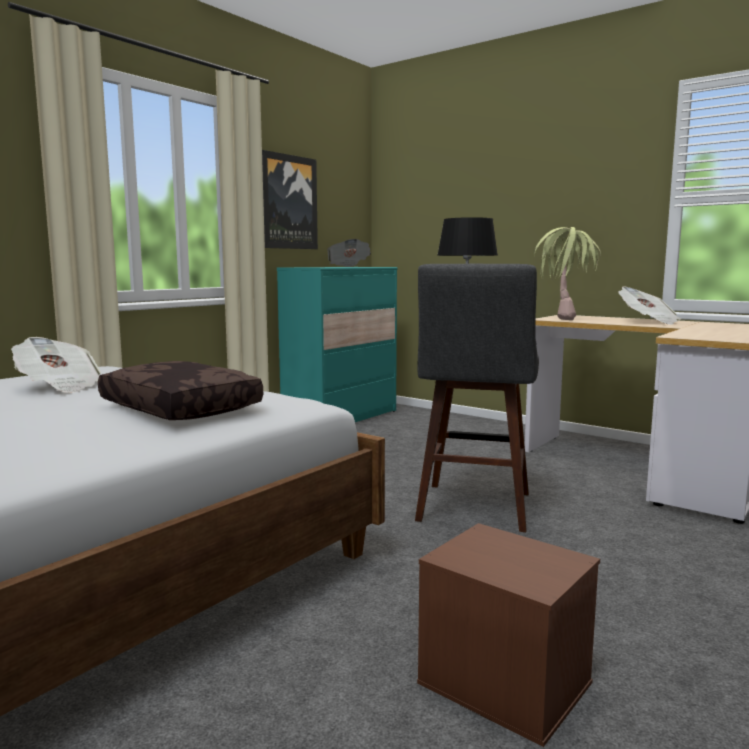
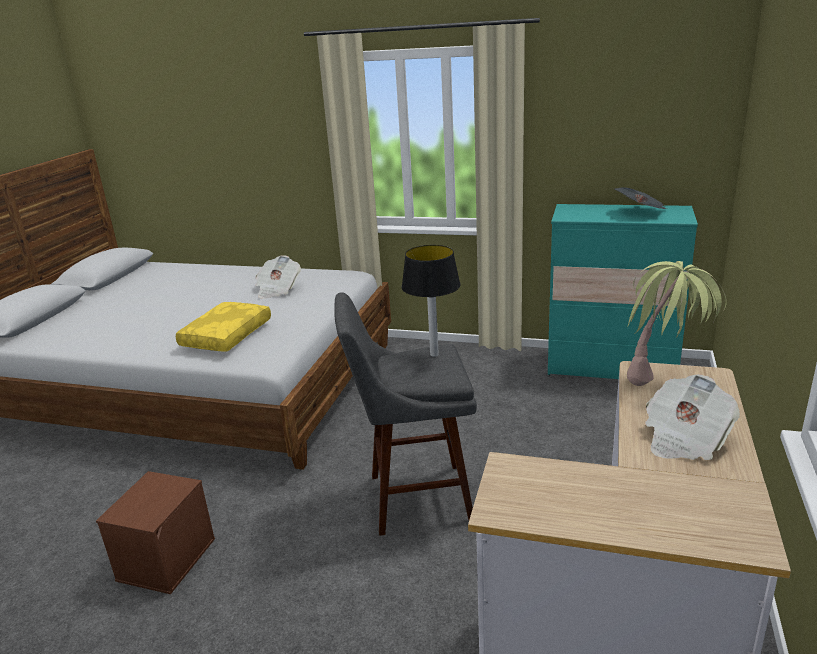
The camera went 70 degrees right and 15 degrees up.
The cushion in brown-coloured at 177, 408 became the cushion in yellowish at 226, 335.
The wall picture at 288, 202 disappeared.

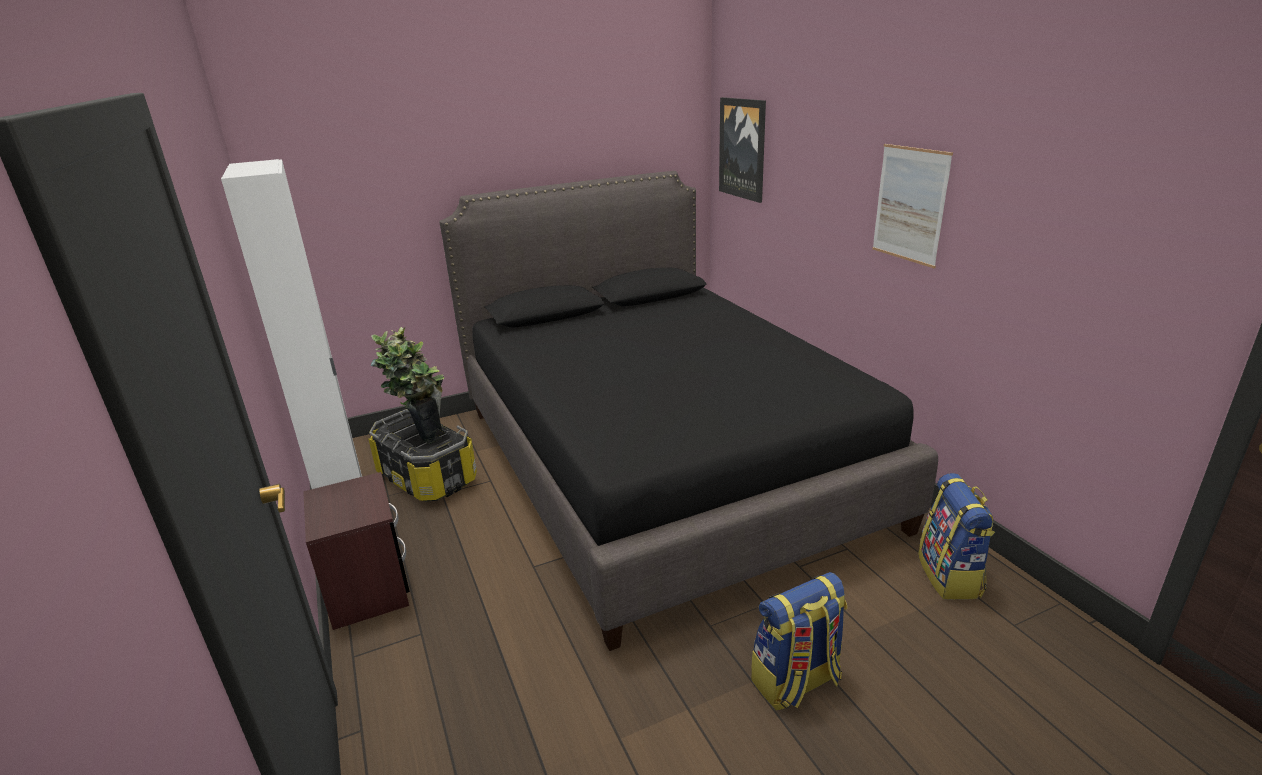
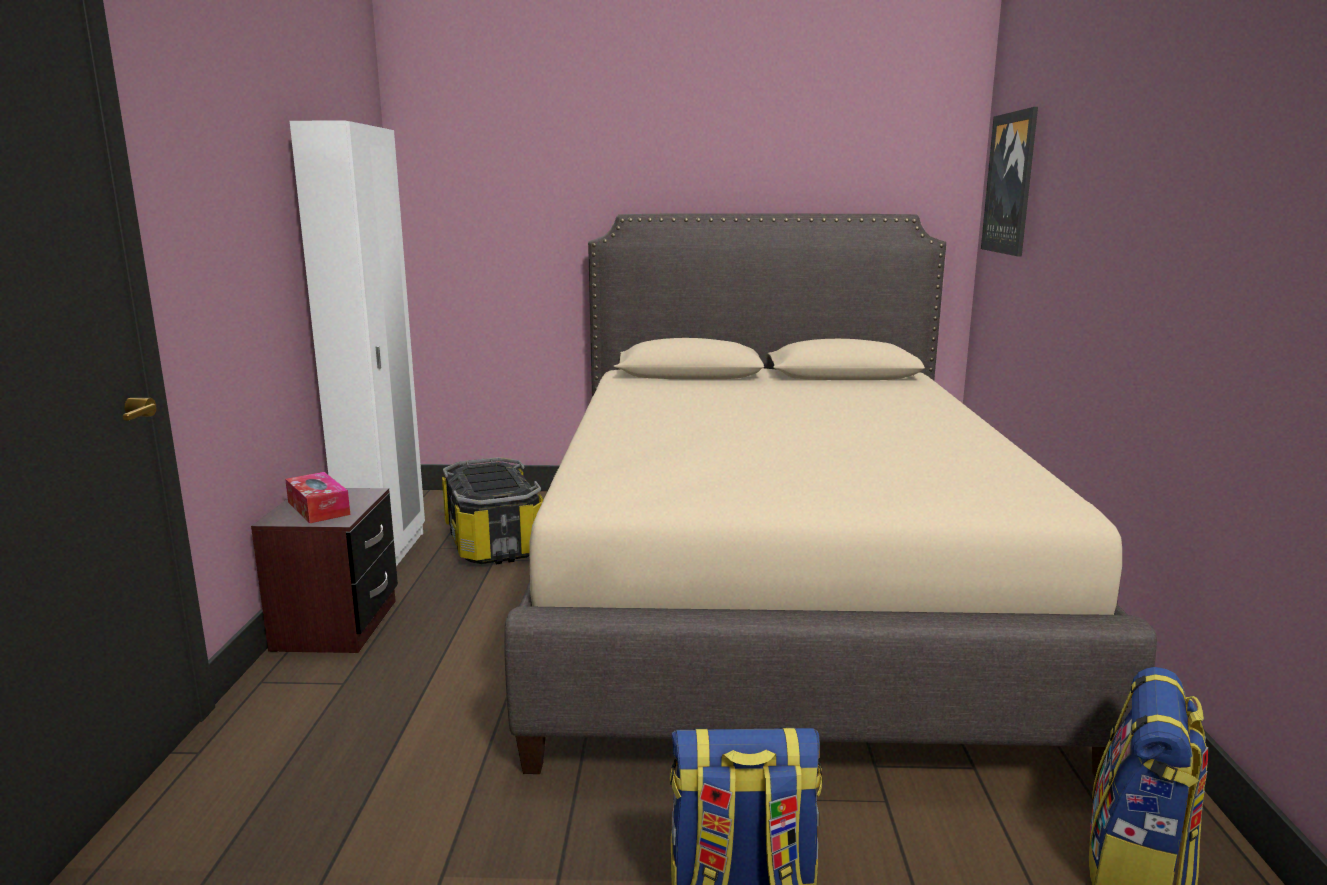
The camera went 25 degrees right and 10 degrees down.
The tissue holder at 318, 508 appeared.
The bed in black at 661, 464 became the bed in sand-coloured at 778, 594.
The potted plant at 421, 435 disappeared.
The wall picture at 910, 204 disappeared.

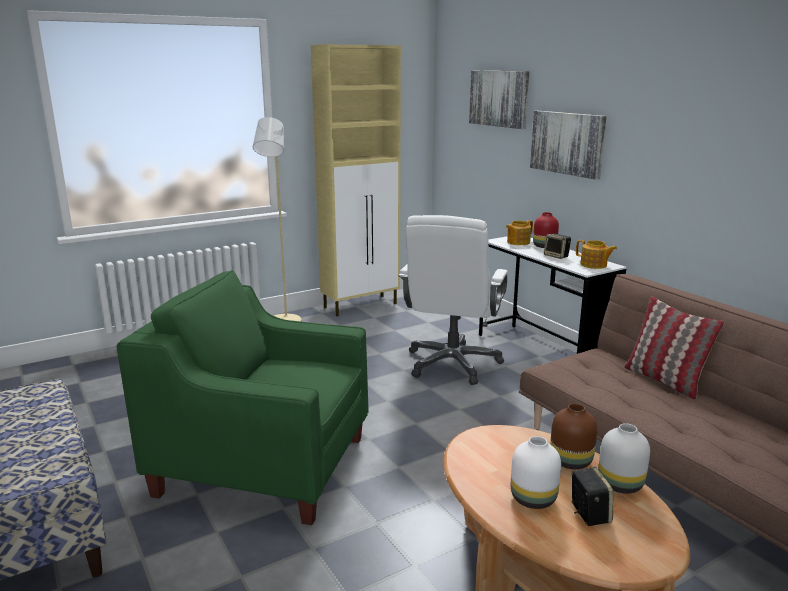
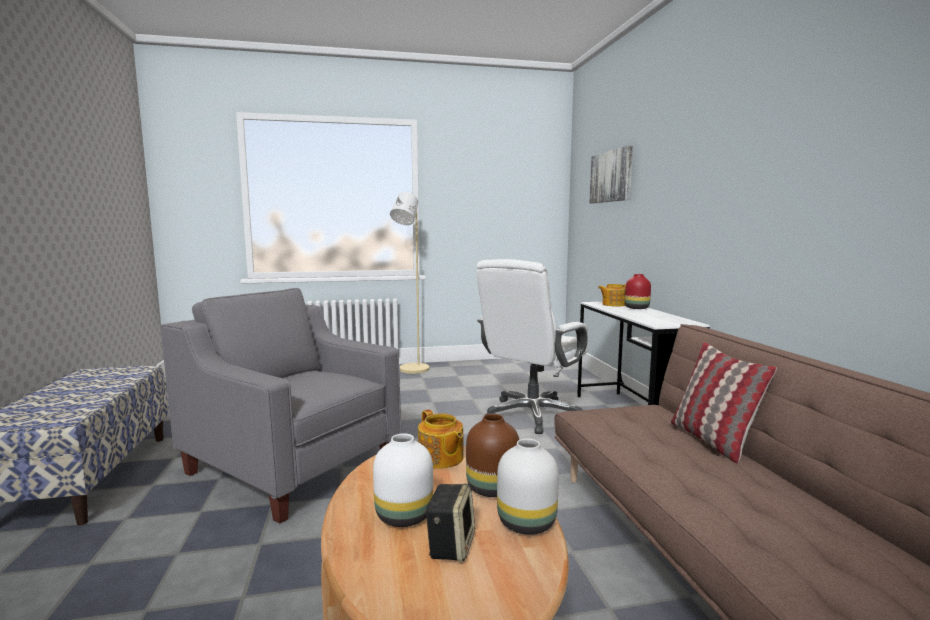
The camera went 20 degrees right and 10 degrees down.
The armchair in green at 263, 465 became the armchair in grey at 292, 466.
The tea pot moved from 594, 265 to 440, 458.
The cupboard in sand-coloured at 361, 305 disappeared.
The wall picture at 567, 143 disappeared.
The loudspeaker at 557, 256 disappeared.

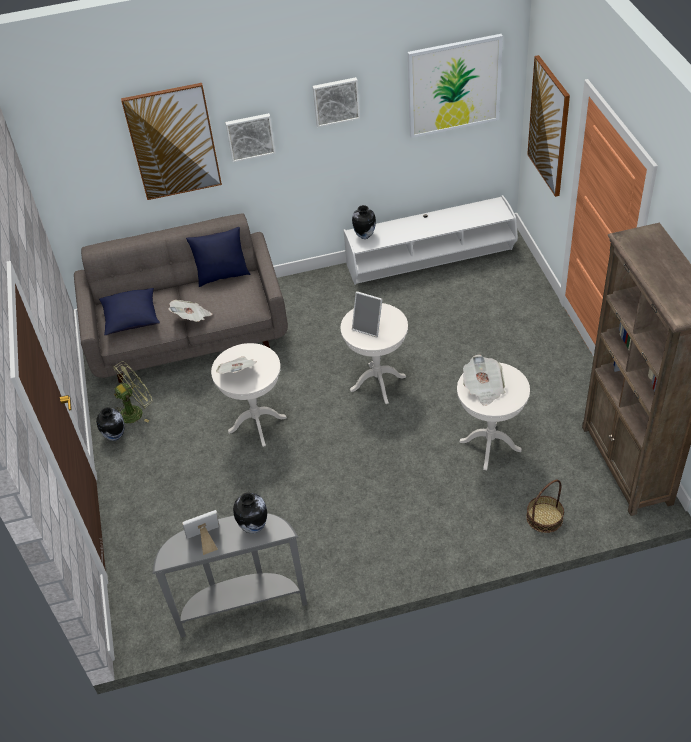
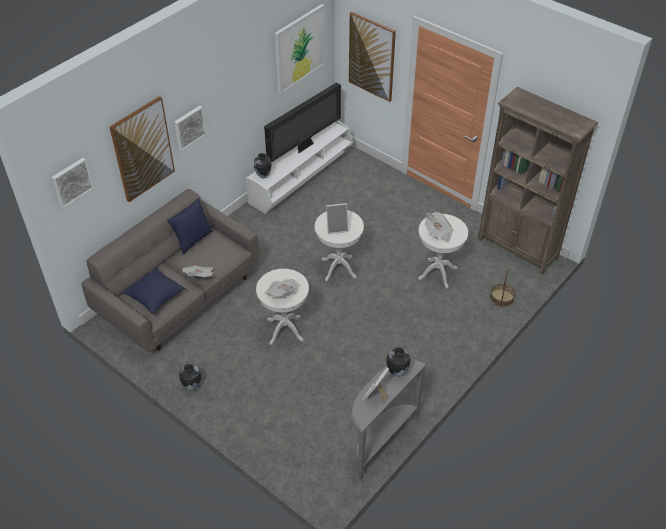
The camera went 40 degrees left and 0 degrees up.
The wall picture moved from 336, 101 to 71, 181.
The television at 305, 146 appeared.
The fan in green at 135, 411 disappeared.

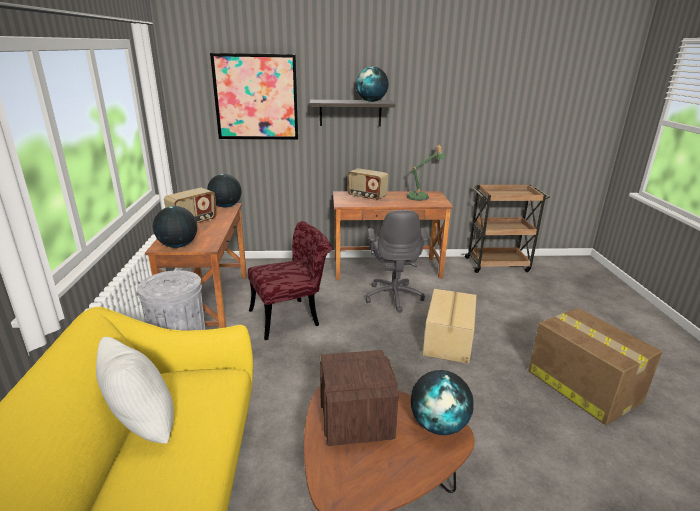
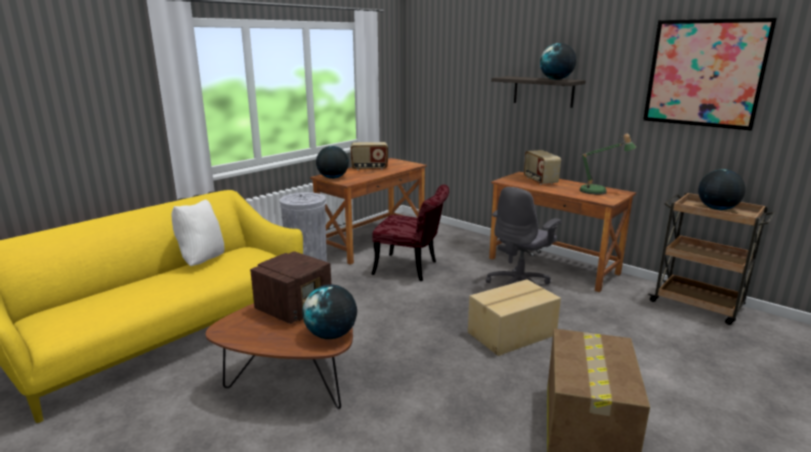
The camera went 45 degrees right and 5 degrees down.
The wall picture moved from 256, 97 to 705, 73.
The globe moved from 226, 206 to 717, 209.

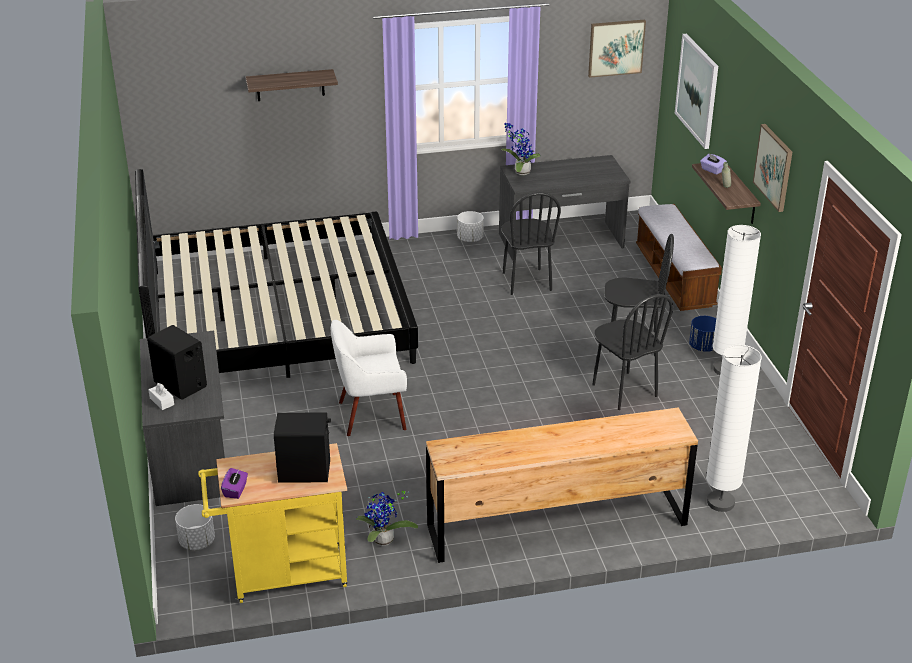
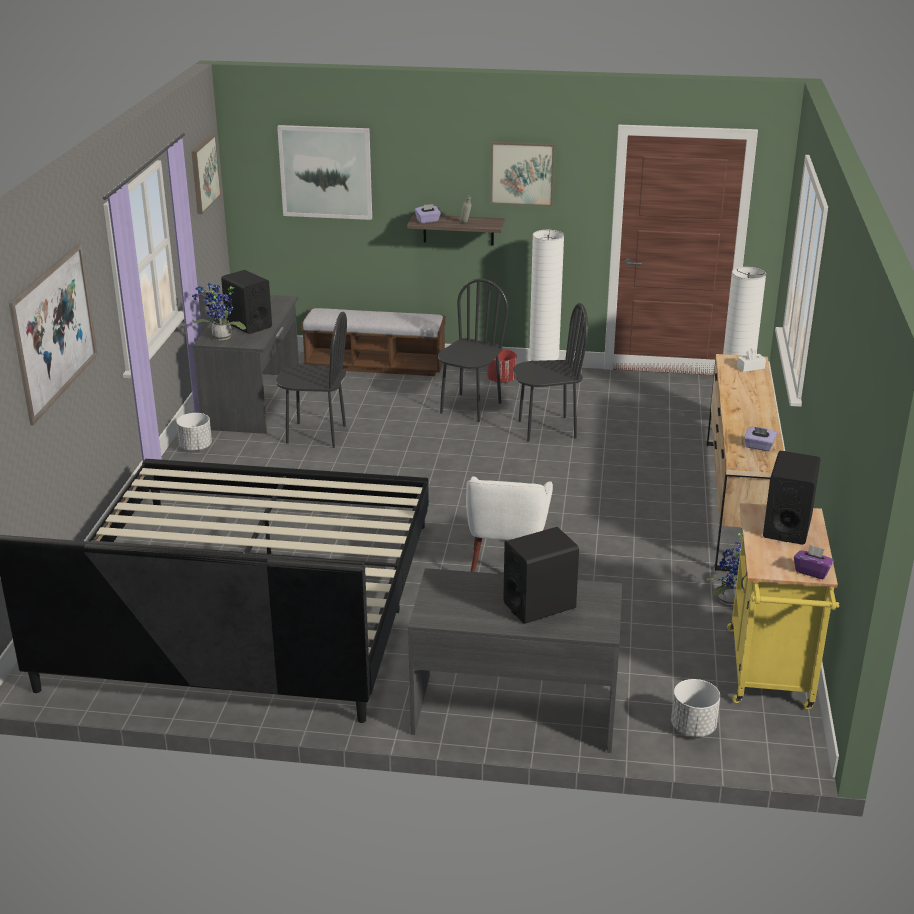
The camera went 70 degrees left and 5 degrees down.
The shelf at 290, 85 was replaced by the wall picture at 55, 331.
The loudspeaker in black at 248, 325 appeared.
The planter in blue at 703, 347 became the planter in reddish at 501, 380.
The tissue holder in white-coloured moved from 162, 401 to 750, 367.
The tissue holder in purplish at 759, 447 appeared.

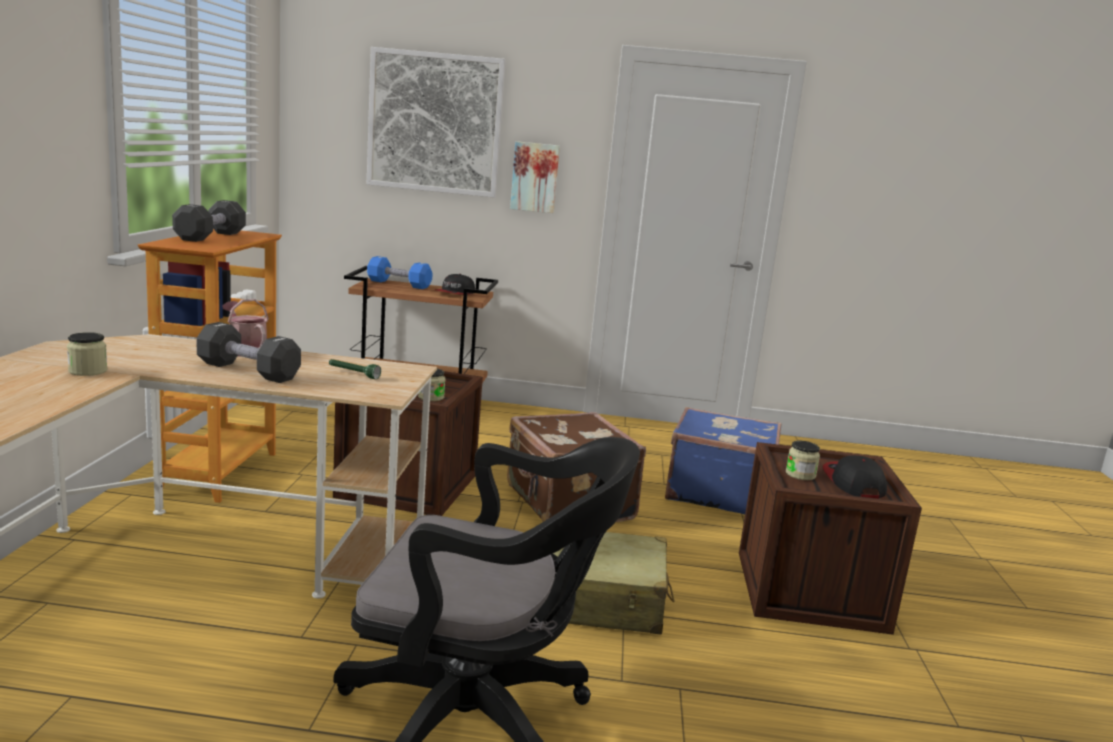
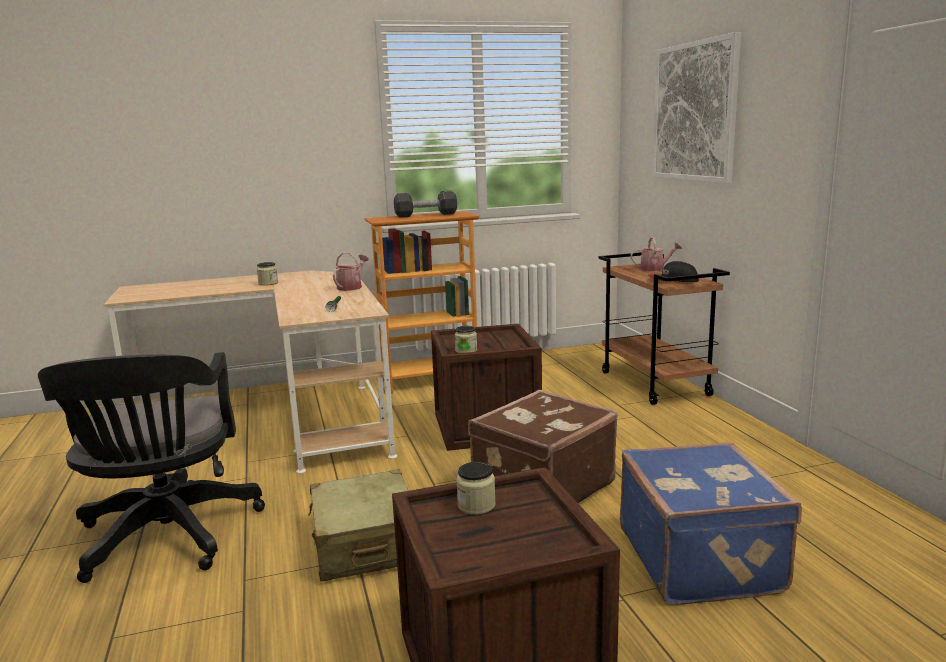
The camera went 70 degrees right and 0 degrees up.
The dumbbell in blue at 399, 284 was replaced by the watering can at 655, 269.
The dumbbell in black at 248, 371 disappeared.
The wall picture at 535, 177 disappeared.
The peaked cap at 853, 483 disappeared.

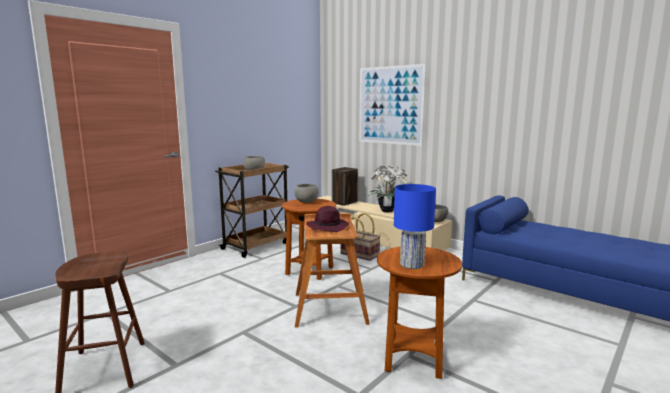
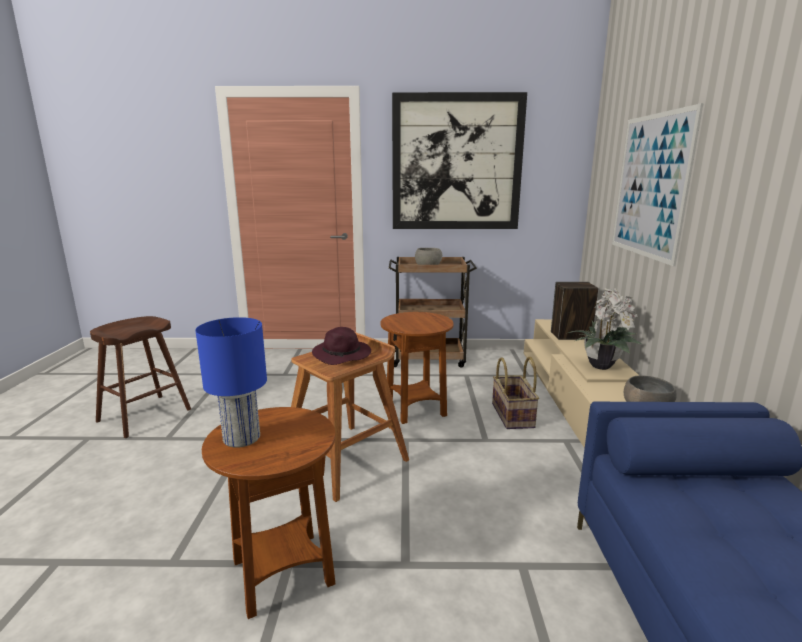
The camera went 50 degrees right and 5 degrees up.
The wall picture at 456, 163 appeared.
The bowl in grey at 306, 202 disappeared.

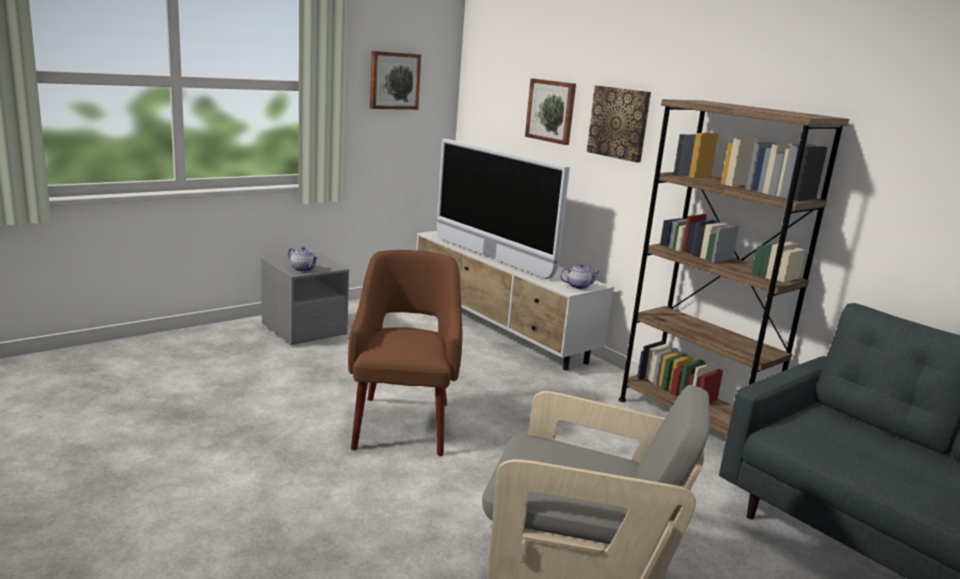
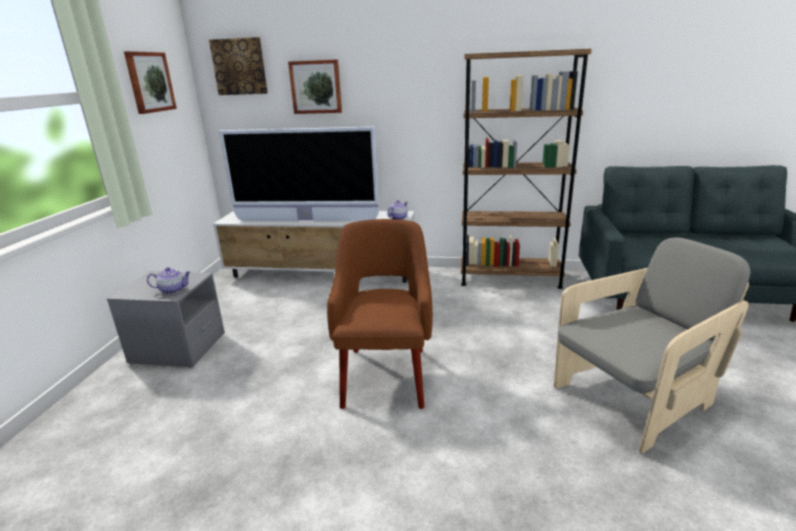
The camera went 40 degrees left and 5 degrees up.
The wall picture moved from 619, 123 to 239, 67.
The armchair in brown-coloured at 403, 423 turned 45 degrees clockwise.

